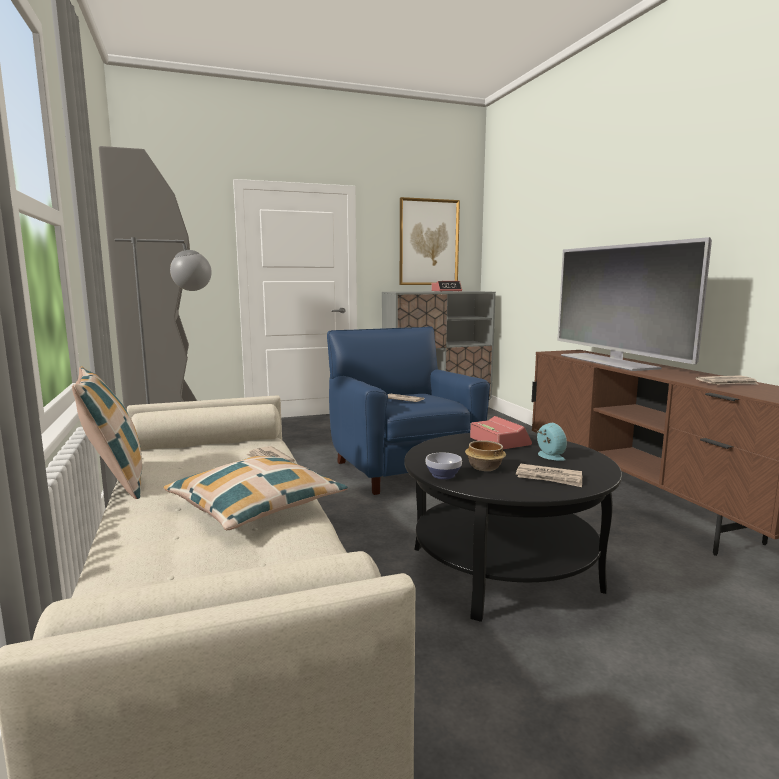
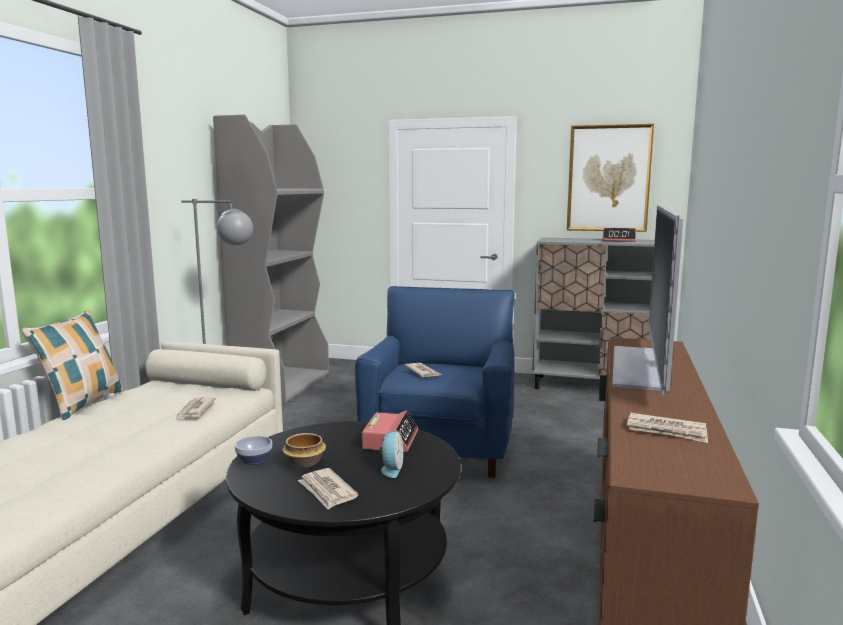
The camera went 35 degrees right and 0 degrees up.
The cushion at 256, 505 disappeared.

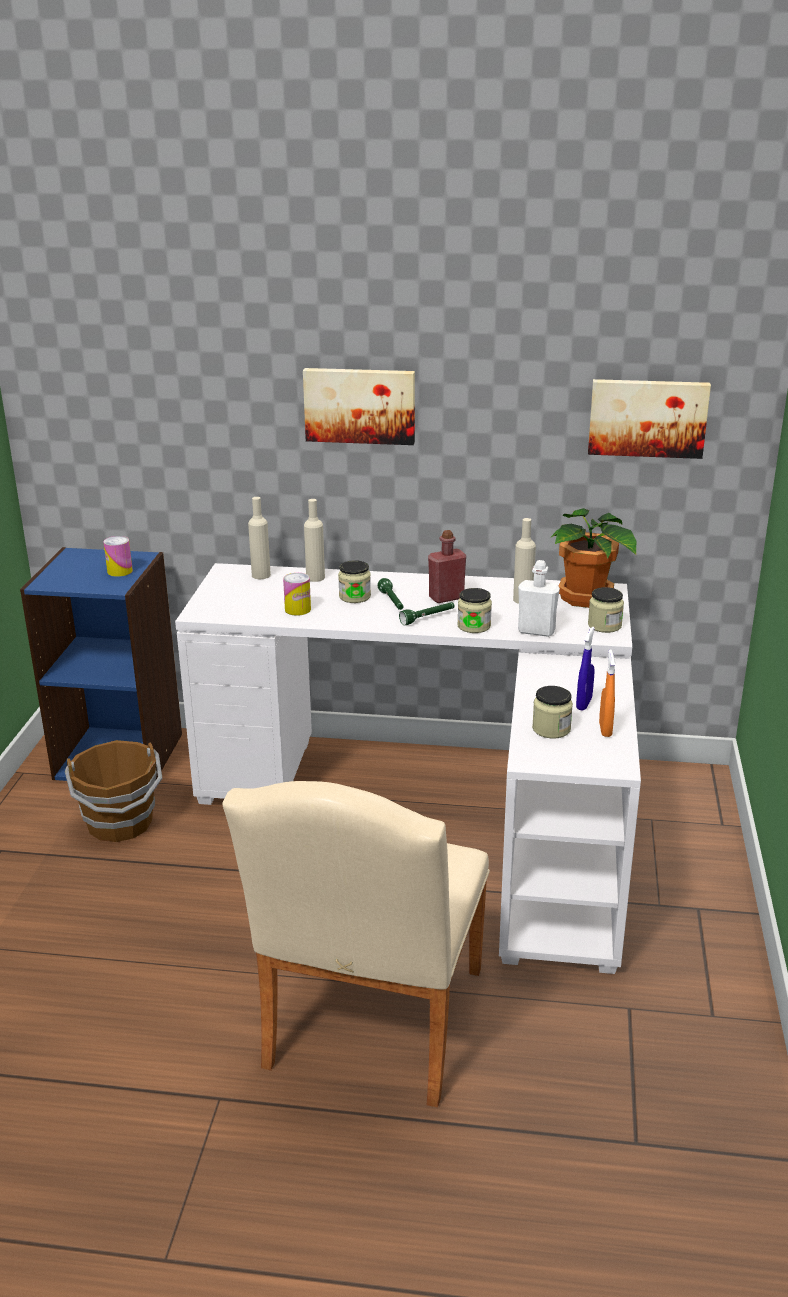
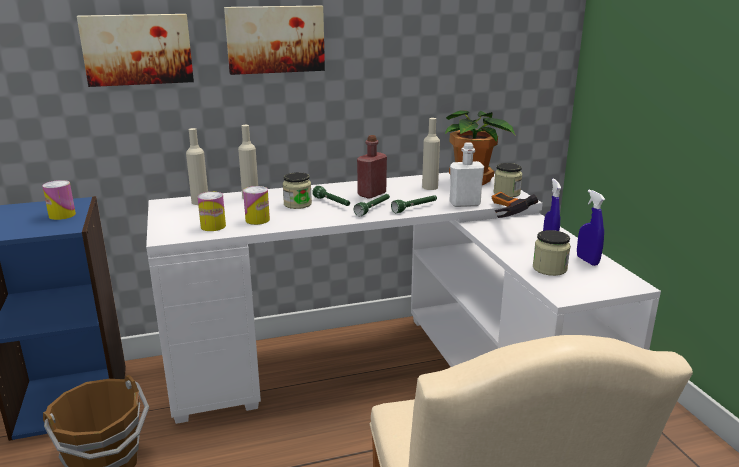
The camera went 25 degrees left and 5 degrees down.
The wall picture moved from 647, 417 to 137, 49.
The metal can at 213, 226 appeared.
The storage jar at 474, 626 was replaced by the hand torch in green at 415, 208.
The tool hammer at 503, 215 appeared.
The spray bottle in orange at 605, 729 became the spray bottle in blue at 587, 261.

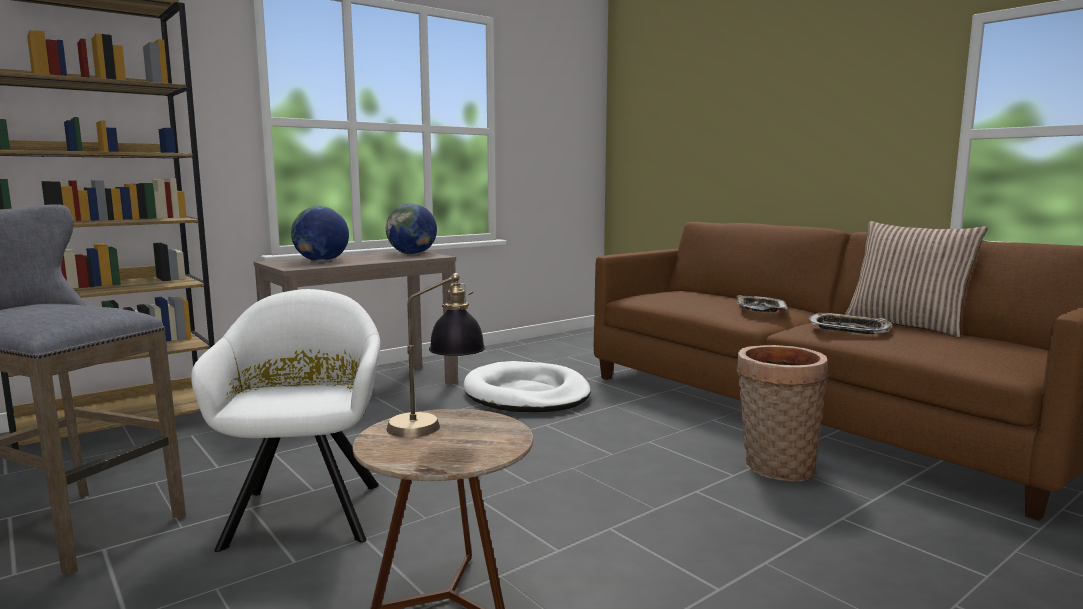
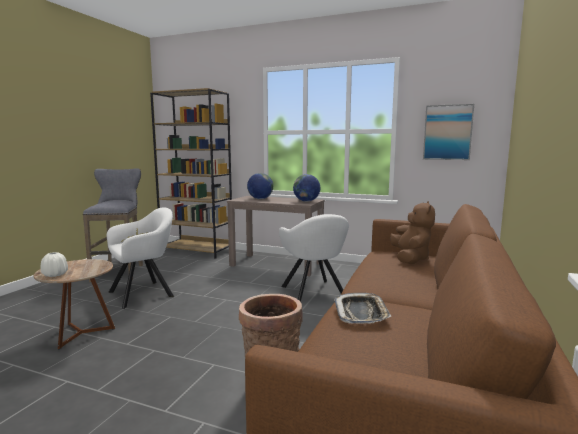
The camera went 60 degrees right and 0 degrees up.
The vase in white-coloured at 55, 275 appeared.
The pet bed in white-coloured at 526, 394 was replaced by the armchair in white-coloured at 314, 292.
The soft toy in brown-coloured at 410, 259 appeared.
The wall picture at 447, 132 appeared.
The tabletop lamp at 436, 428 disappeared.
The serving tray at 760, 308 disappeared.
The cushion at 906, 325 disappeared.

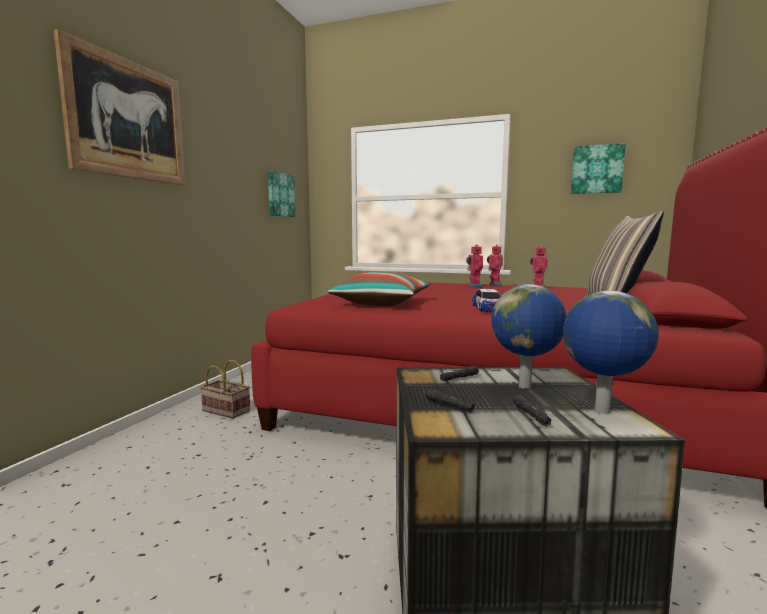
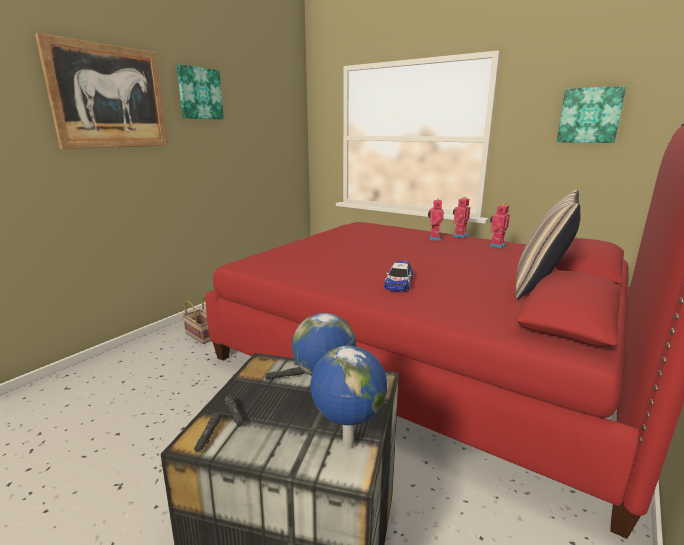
The camera went 15 degrees right and 10 degrees up.
The wall picture moved from 280, 195 to 199, 93.
The hand torch in black moved from 531, 415 to 208, 436.
The cushion at 381, 303 disappeared.

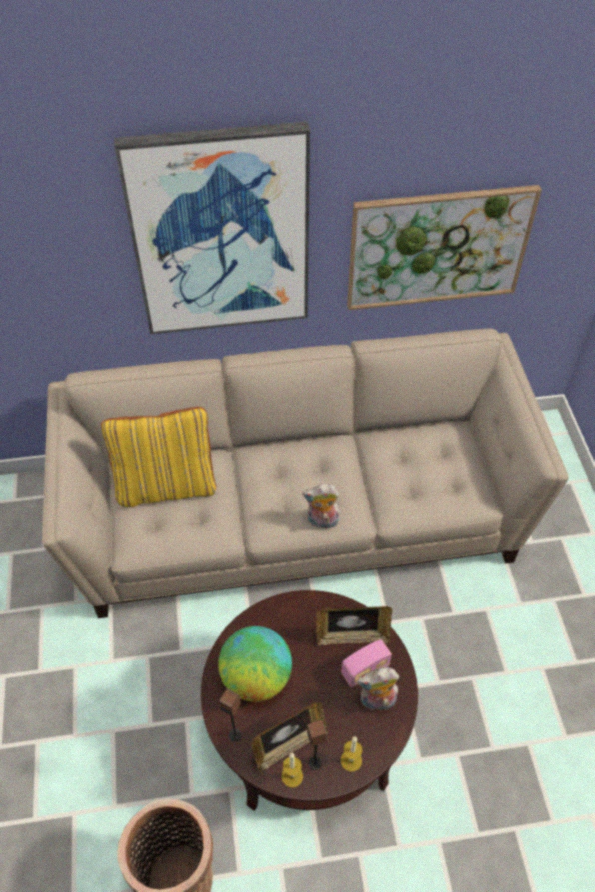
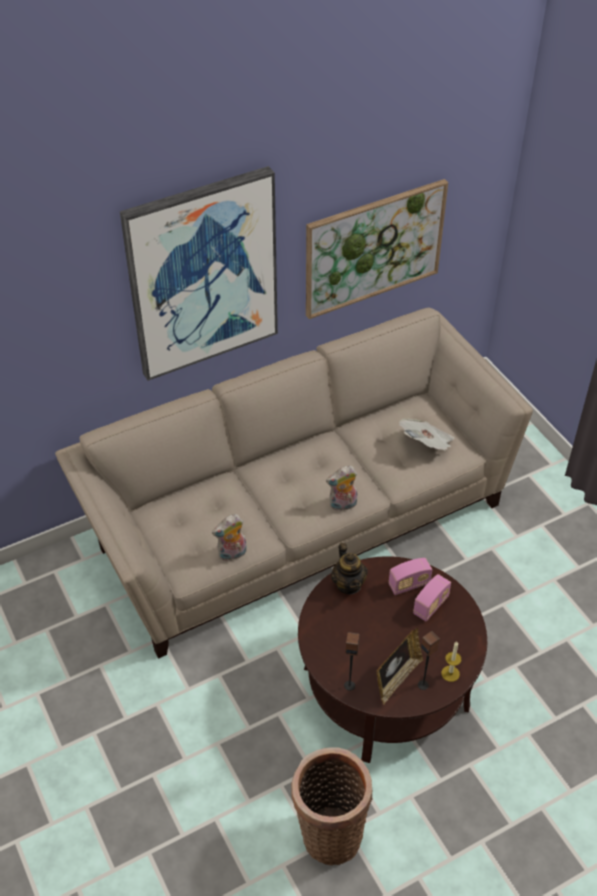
The camera went 20 degrees left and 5 degrees down.
The soft toy moved from 377, 701 to 232, 554.
The tea pot at 348, 584 appeared.
The picture frame at 352, 636 was replaced by the radio at 409, 584.
The printed paper at 427, 444 appeared.
The cushion in yellowish at 166, 485 disappeared.
The globe at 256, 677 disappeared.
The wax candle at 292, 776 disappeared.

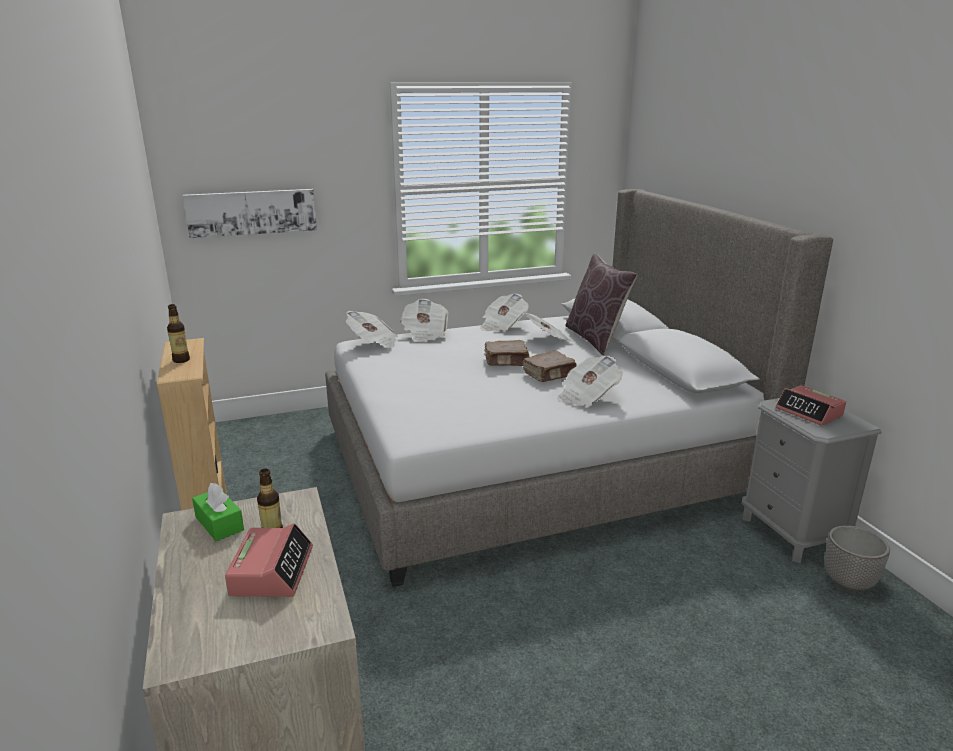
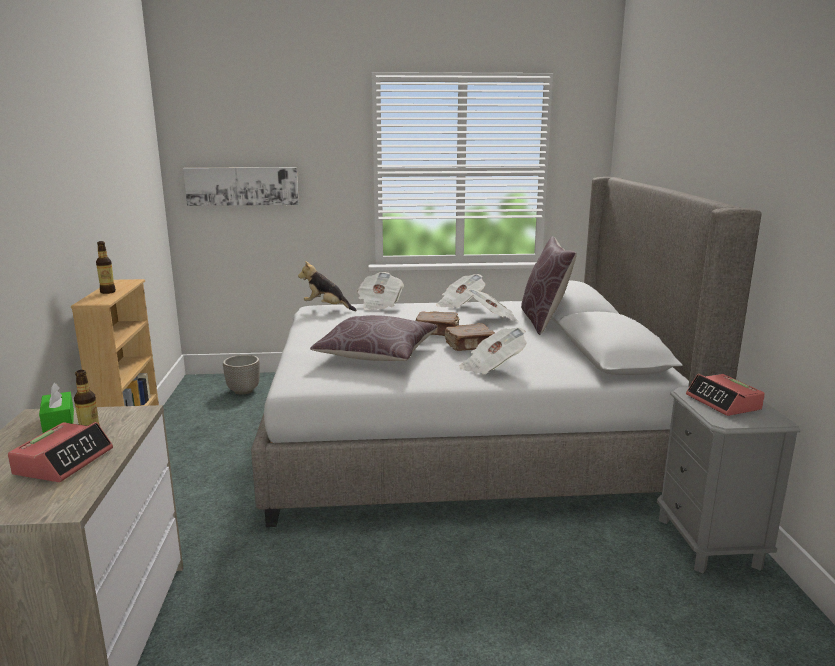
The camera went 15 degrees right and 5 degrees down.
The planter moved from 848, 582 to 243, 391.
The printed paper at 373, 342 was replaced by the soft toy at 327, 307.
The cushion in brown-coloured at 377, 354 appeared.

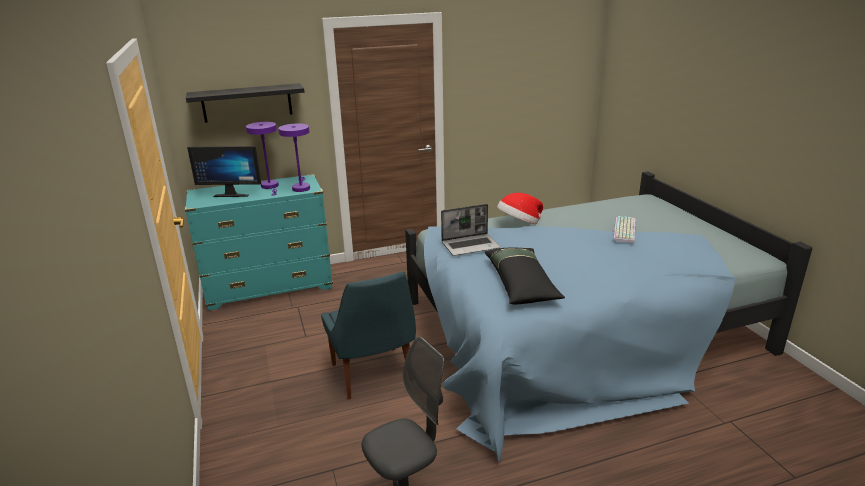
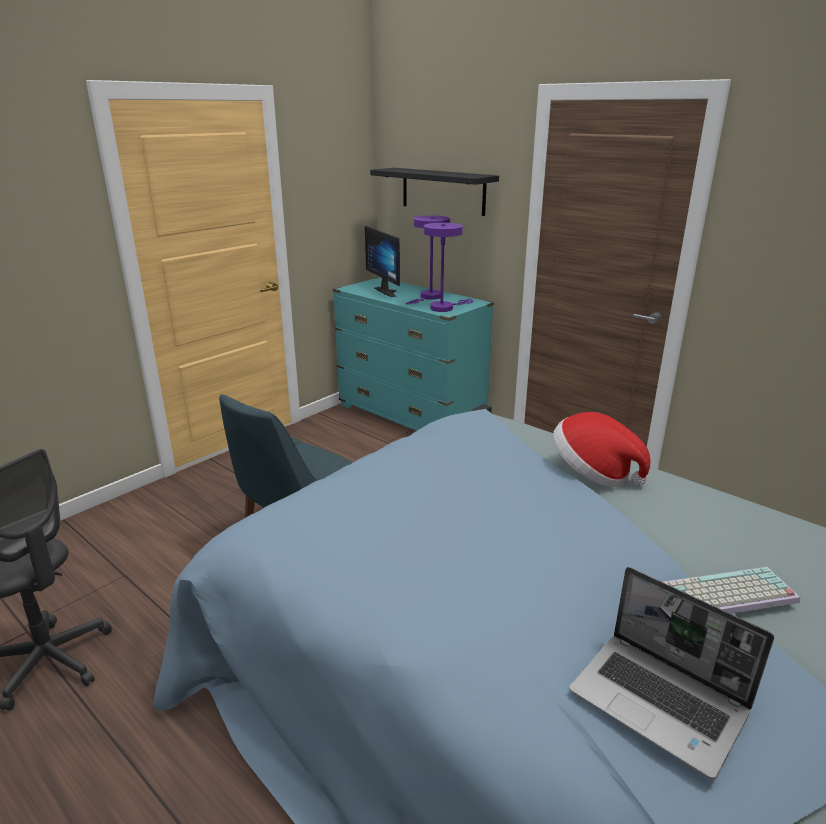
The camera went 60 degrees right and 0 degrees up.
The laptop moved from 471, 245 to 660, 702.
The cushion in black at 521, 283 disappeared.

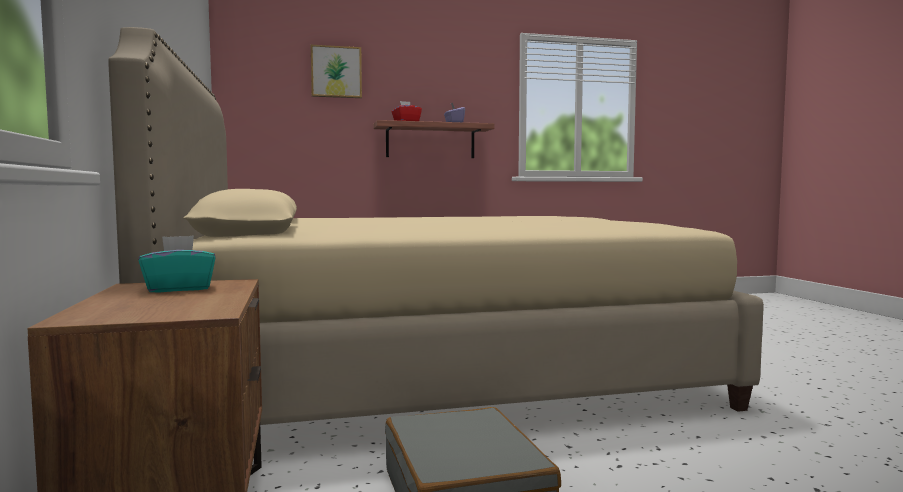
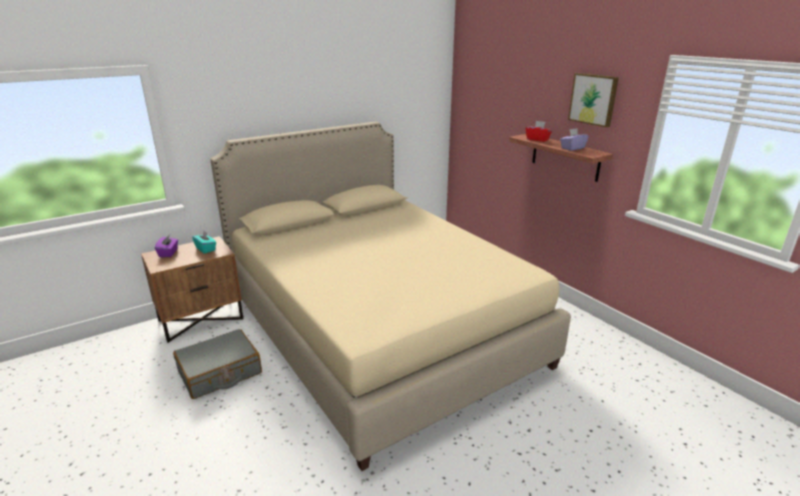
The camera went 70 degrees right and 20 degrees up.
The tissue holder in purplish at 168, 253 appeared.
The wall picture moved from 336, 72 to 593, 99.

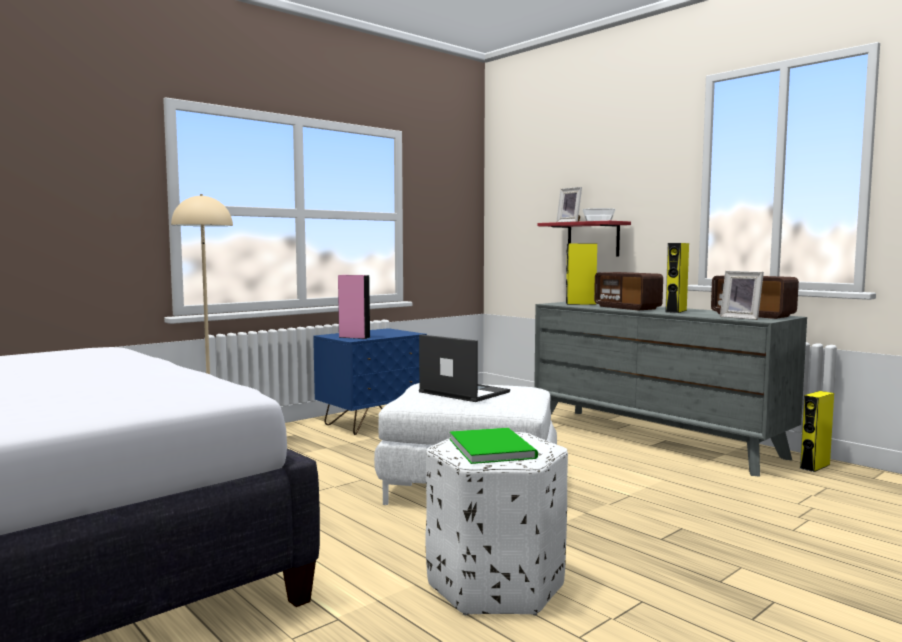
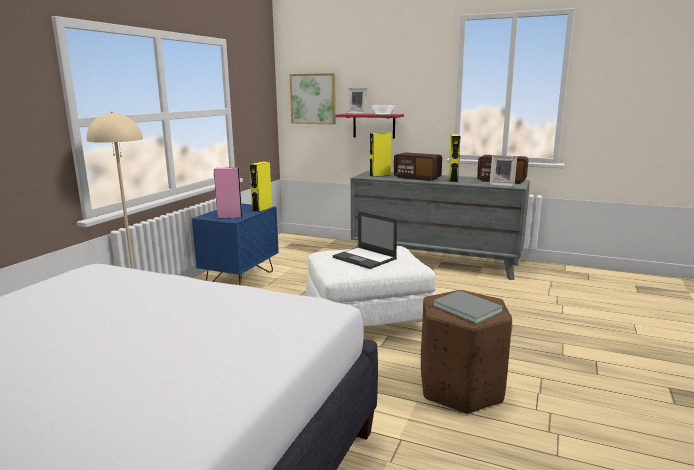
The camera went 25 degrees left and 10 degrees up.
The loudspeaker in yellowish moved from 815, 466 to 262, 209.
The wall picture at 313, 99 appeared.
The laptop at 463, 392 turned 150 degrees counterclockwise.
The ottoman in white-coloured at 496, 585 became the ottoman in brown-coloured at 461, 388.
The book in green at 493, 447 became the book in grey at 467, 307.

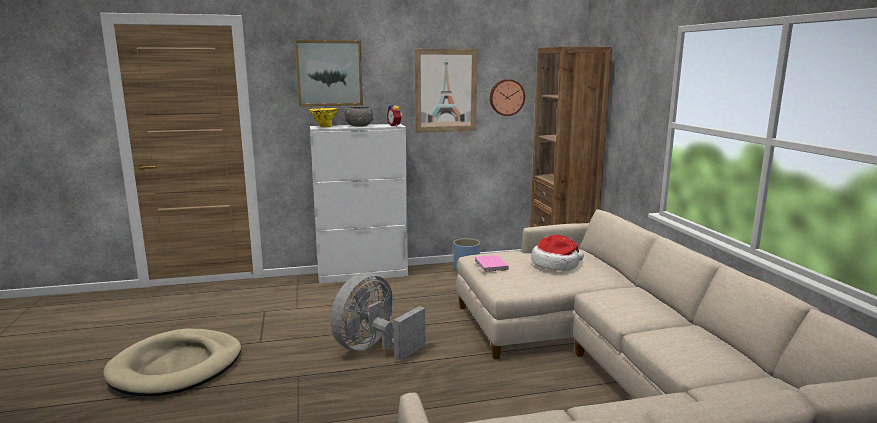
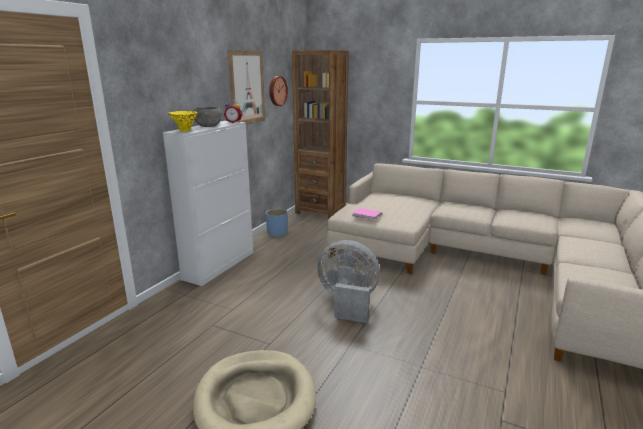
The camera went 50 degrees left and 5 degrees up.
The fan in grey at 374, 348 turned 120 degrees clockwise.
The wall picture at 329, 73 disappeared.
The wearable hat at 556, 264 disappeared.

